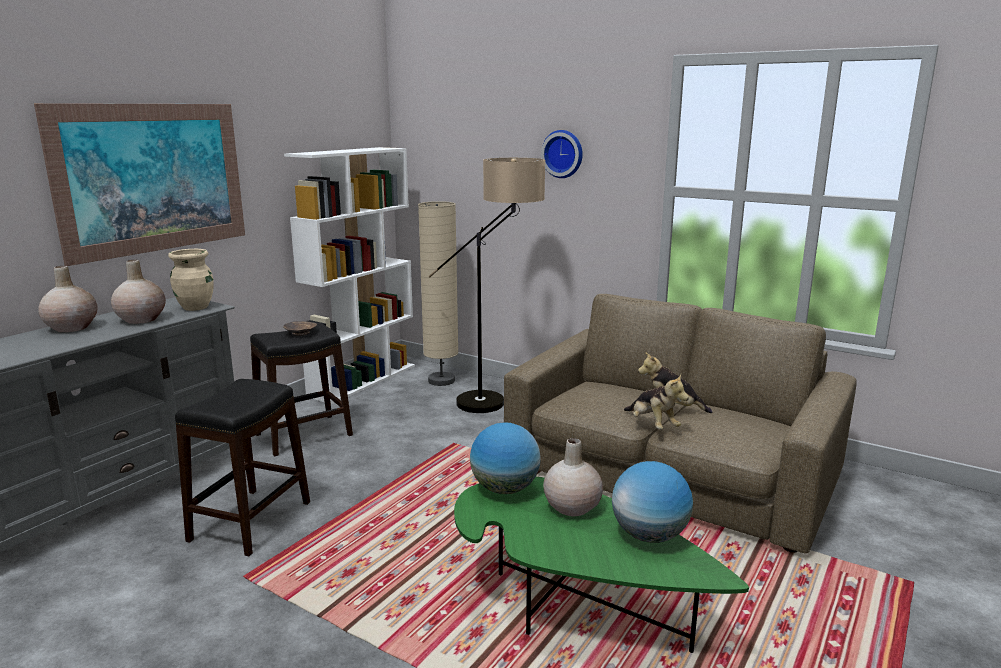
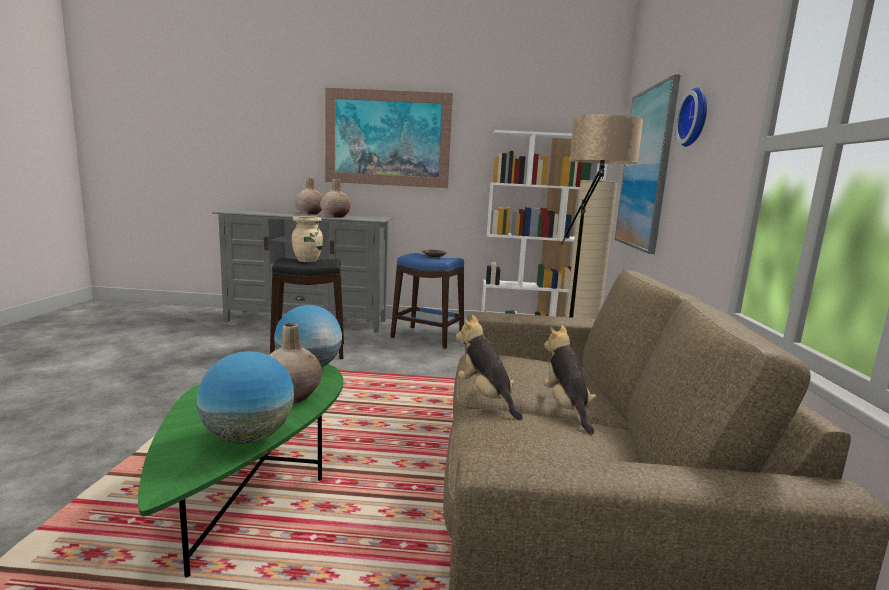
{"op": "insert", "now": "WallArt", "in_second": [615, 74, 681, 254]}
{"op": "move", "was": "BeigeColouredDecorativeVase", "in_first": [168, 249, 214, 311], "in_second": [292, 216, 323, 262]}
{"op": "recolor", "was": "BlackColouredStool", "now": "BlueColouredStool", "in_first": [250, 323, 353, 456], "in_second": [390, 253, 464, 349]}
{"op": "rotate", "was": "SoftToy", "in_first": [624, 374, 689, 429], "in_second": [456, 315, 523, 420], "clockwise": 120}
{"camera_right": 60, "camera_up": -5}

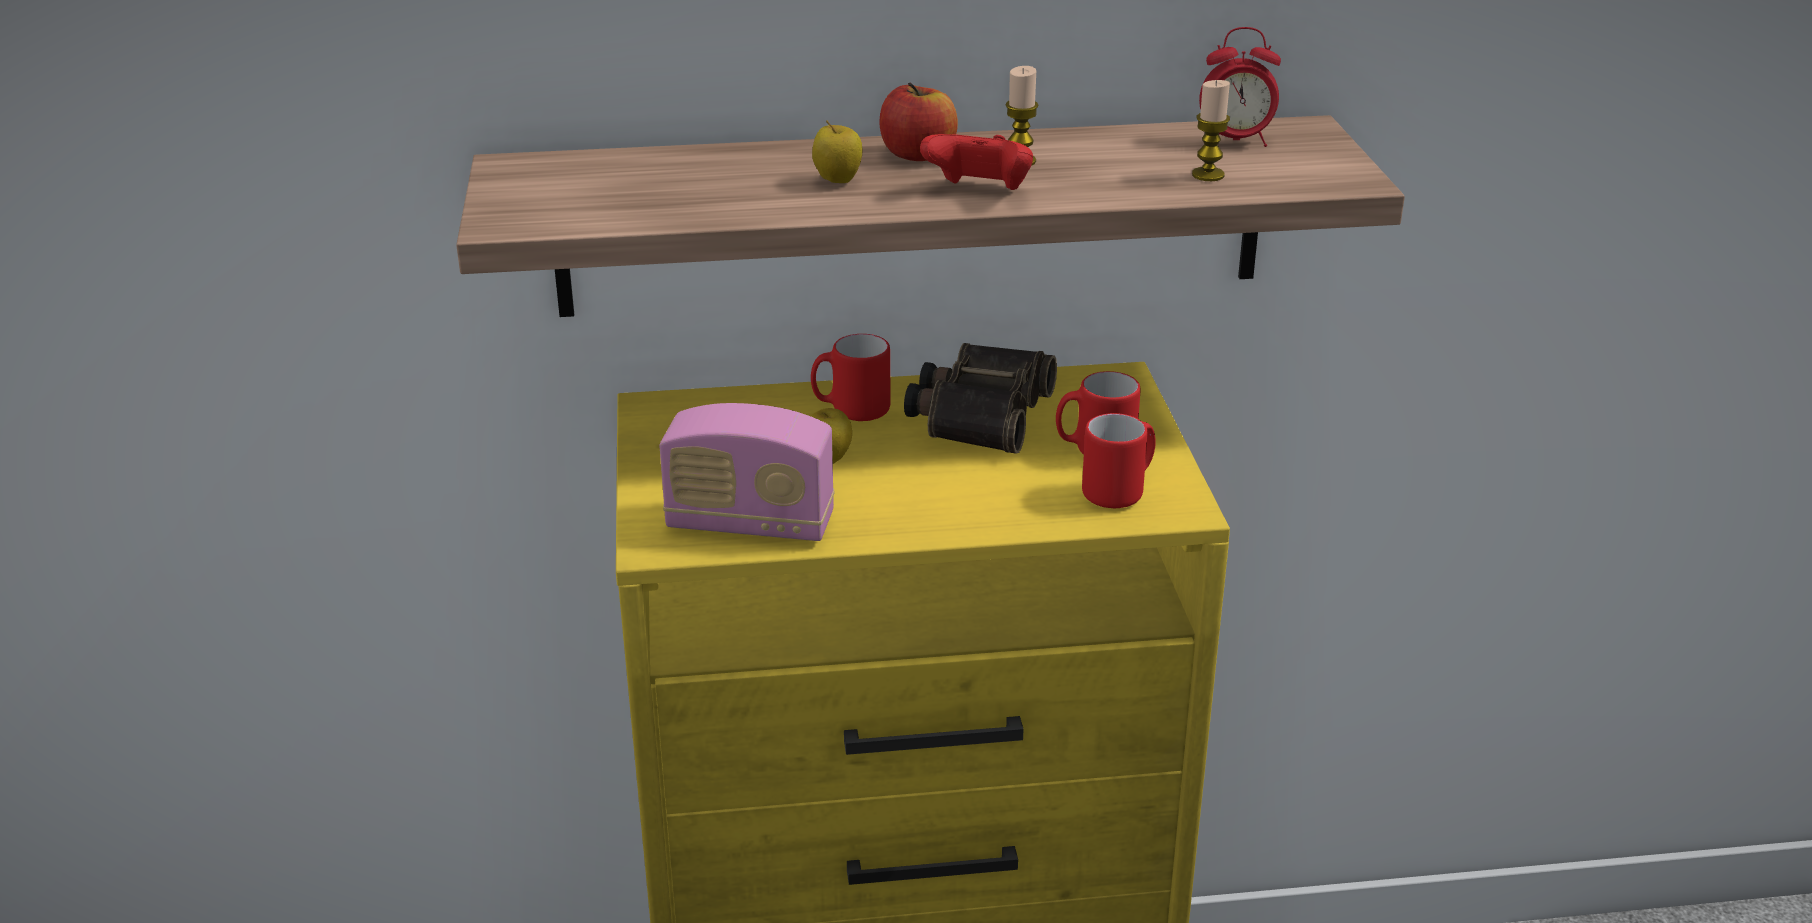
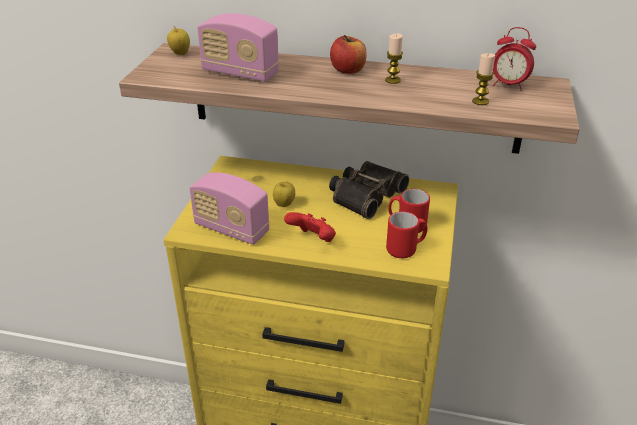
{"op": "delete", "was": "RedTeaMug", "in_first": [811, 334, 890, 421]}
{"op": "insert", "now": "RadioReceiver", "in_second": [197, 13, 279, 82]}
{"op": "move", "was": "AppleFruit", "in_first": [812, 120, 862, 183], "in_second": [167, 26, 190, 55]}
{"op": "move", "was": "RedJoypad", "in_first": [920, 134, 1033, 190], "in_second": [284, 212, 336, 242]}
{"camera_right": 20, "camera_up": 5}

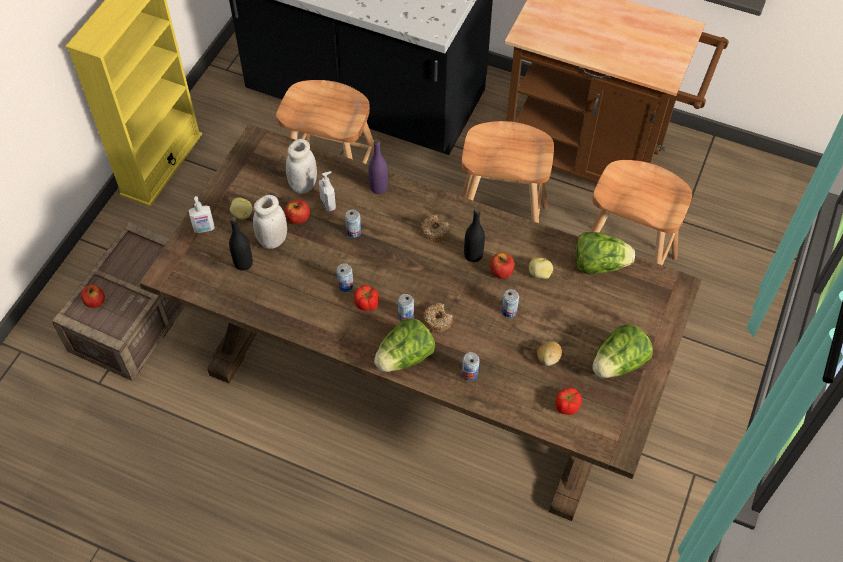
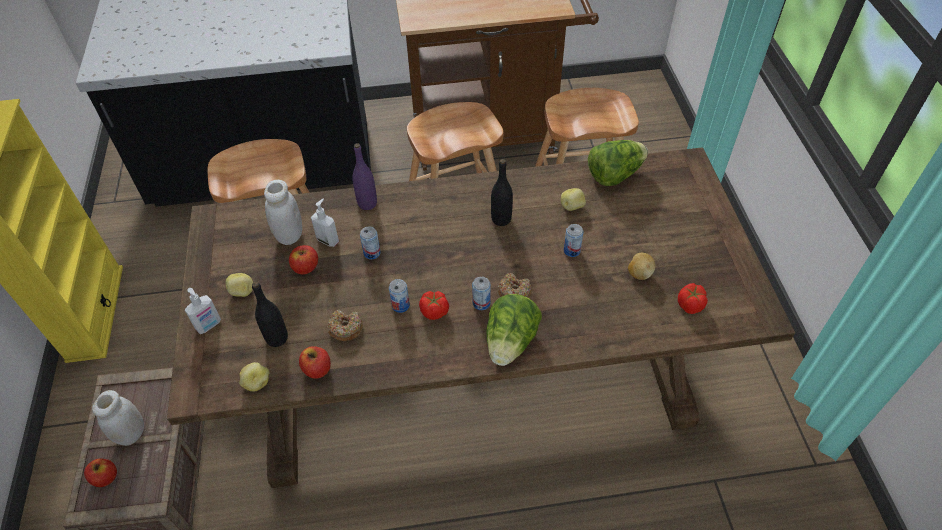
{"op": "delete", "was": "Can", "in_first": [462, 352, 480, 381]}
{"op": "delete", "was": "HeadOfLettuce", "in_first": [593, 325, 653, 378]}
{"op": "insert", "now": "Potato", "in_second": [239, 362, 269, 391]}
{"op": "move", "was": "WhitishJar", "in_first": [253, 195, 287, 249], "in_second": [92, 390, 144, 446]}
{"op": "move", "was": "Donut", "in_first": [420, 215, 449, 242], "in_second": [327, 309, 363, 341]}
{"op": "move", "was": "AppleFruit", "in_first": [490, 252, 514, 279], "in_second": [299, 346, 331, 379]}
{"camera_right": -30, "camera_up": -5}

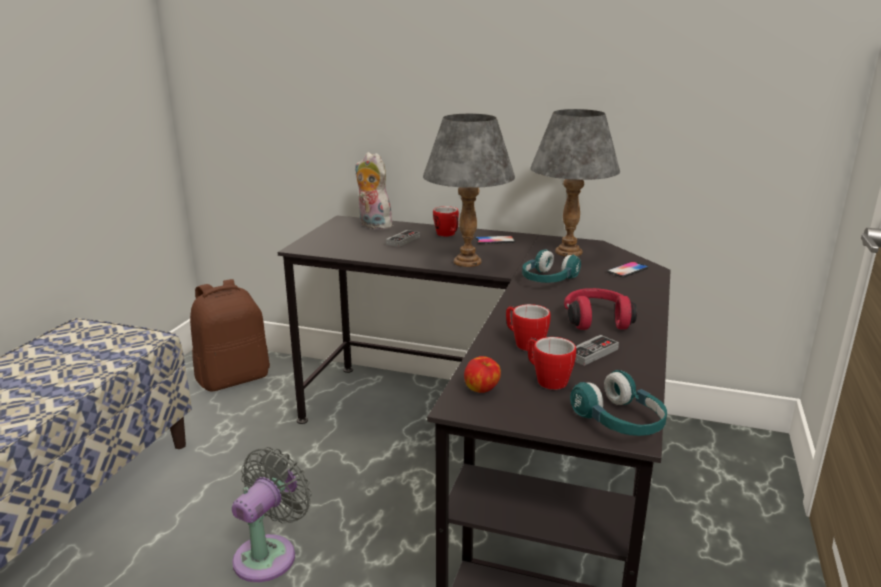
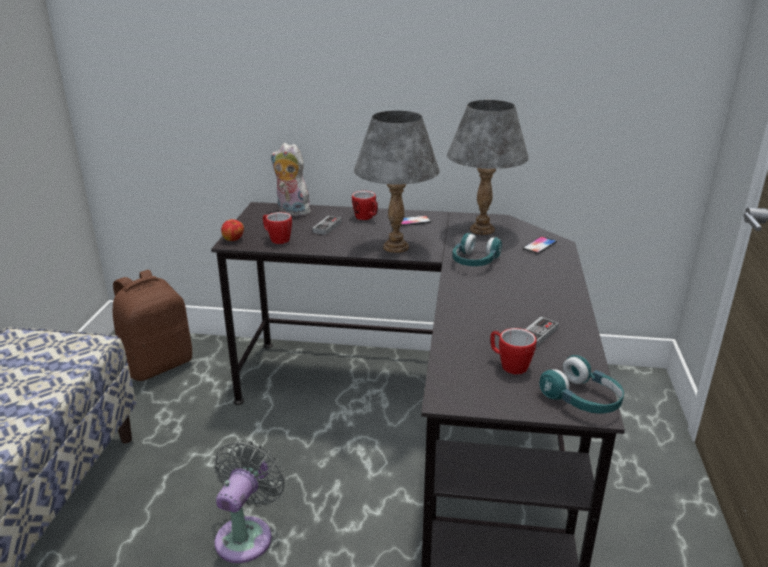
{"op": "delete", "was": "RedHeadset", "in_first": [564, 288, 637, 330]}
{"op": "move", "was": "AppleFruit", "in_first": [464, 356, 501, 393], "in_second": [221, 219, 244, 241]}
{"op": "move", "was": "TeaMug", "in_first": [506, 304, 551, 351], "in_second": [263, 212, 292, 244]}
{"camera_right": -10, "camera_up": 5}

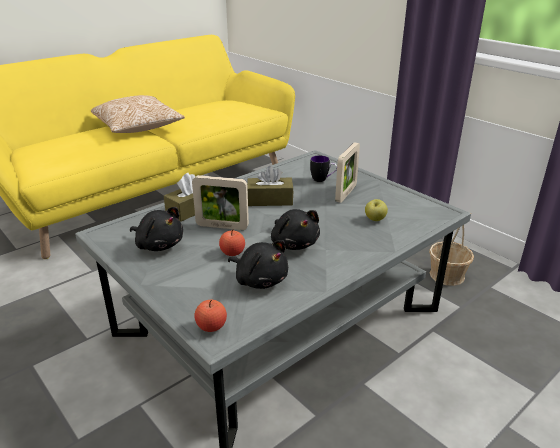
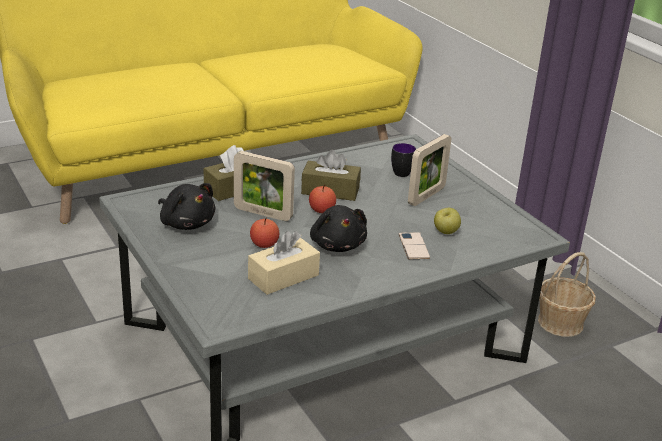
{"op": "delete", "was": "Cushion", "in_first": [91, 95, 185, 133]}
{"op": "insert", "now": "Telephone", "in_second": [399, 232, 430, 259]}
{"op": "move", "was": "AppleFruit", "in_first": [195, 299, 227, 332], "in_second": [309, 184, 336, 213]}
{"op": "replace", "was": "BlackColouredSoftToy", "now": "BeigeColouredTissueBox", "in_first": [228, 240, 288, 289], "in_second": [248, 231, 320, 295]}
{"camera_right": 10, "camera_up": 0}

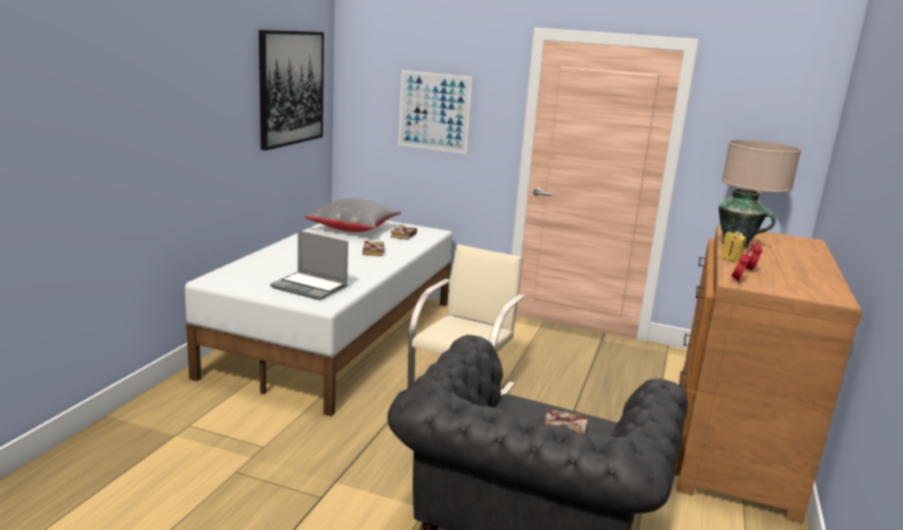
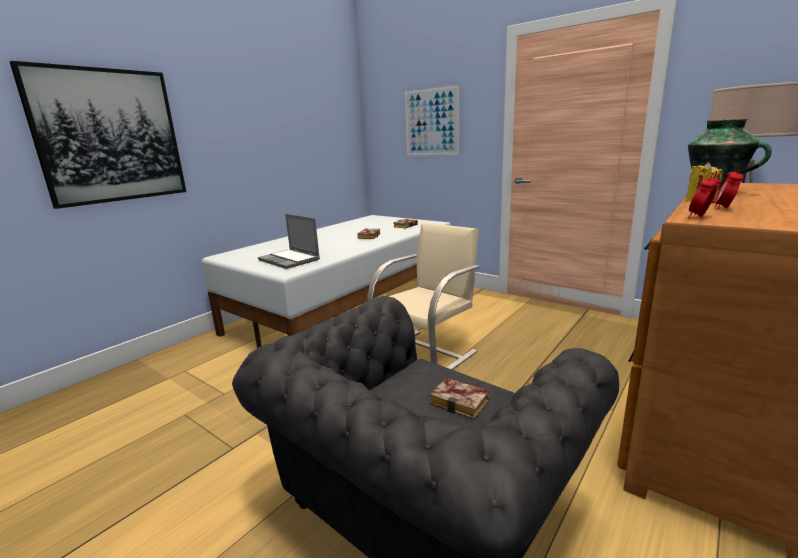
{"op": "delete", "was": "GreyishCushion", "in_first": [304, 198, 401, 232]}
{"op": "move", "was": "WallArt", "in_first": [259, 30, 324, 151], "in_second": [10, 61, 186, 209]}
{"camera_right": 20, "camera_up": 0}

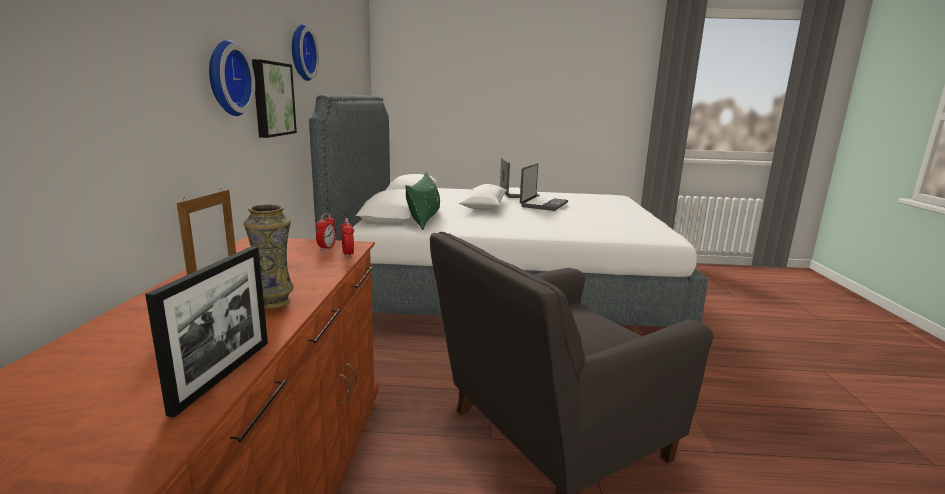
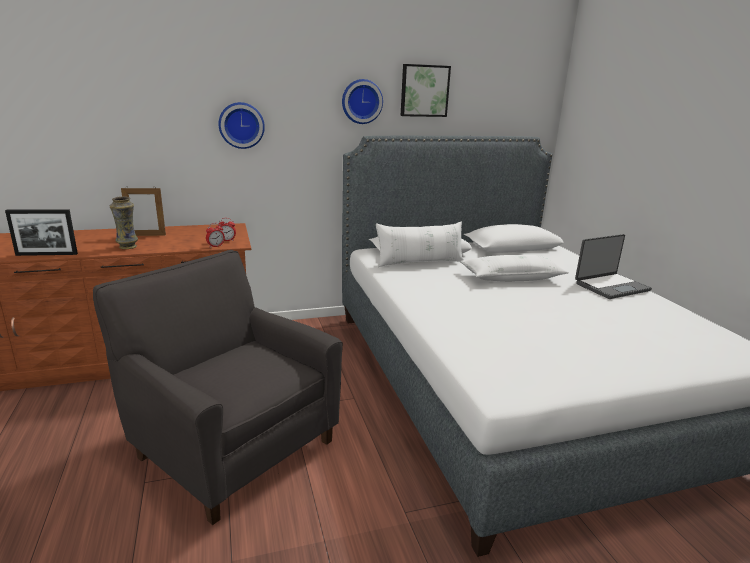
{"op": "delete", "was": "PortableComputer", "in_first": [520, 163, 568, 211]}
{"op": "move", "was": "WallArt", "in_first": [252, 59, 297, 138], "in_second": [400, 64, 451, 117]}
{"op": "recolor", "was": "GreenishCushion", "now": "WhitishCushion", "in_first": [405, 172, 440, 230], "in_second": [376, 221, 464, 267]}
{"camera_right": 70, "camera_up": 5}

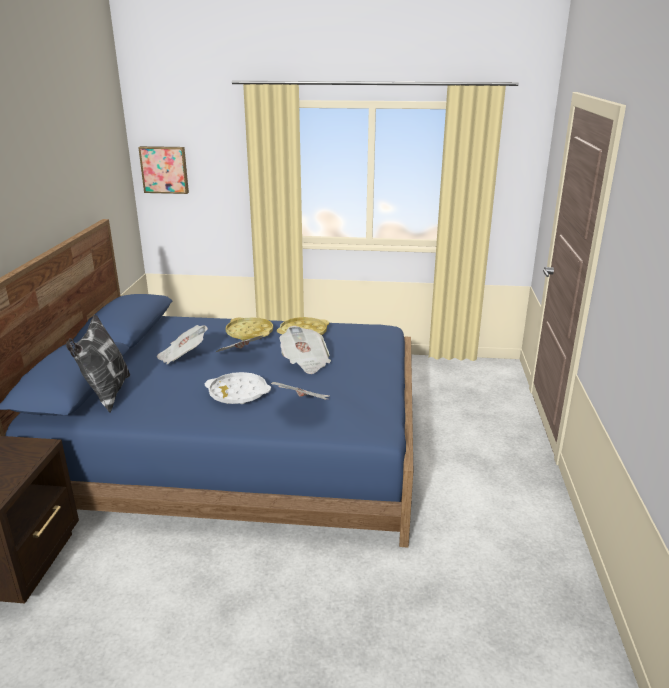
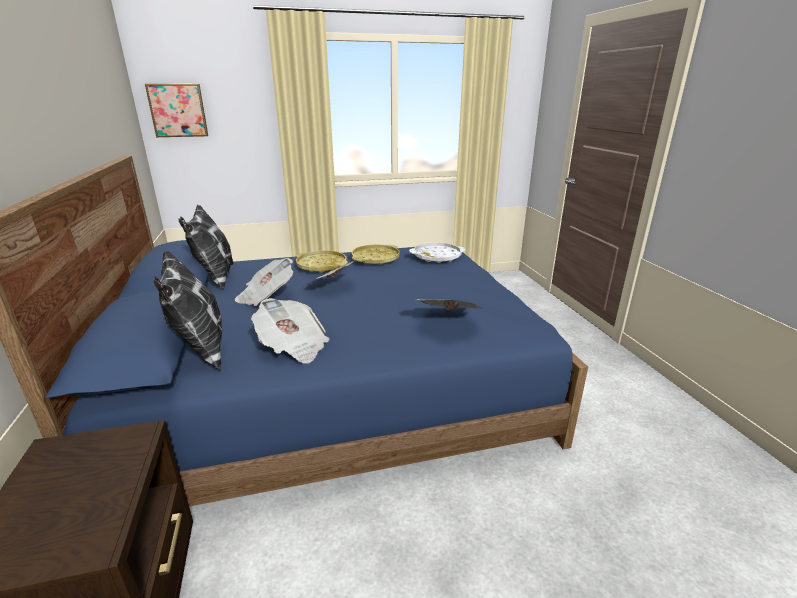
{"op": "insert", "now": "Cushion", "in_second": [178, 204, 233, 290]}
{"op": "move", "was": "WhitishTray", "in_first": [205, 372, 271, 404], "in_second": [409, 242, 466, 263]}
{"op": "move", "was": "Newspaper", "in_first": [279, 326, 331, 374], "in_second": [251, 298, 330, 364]}
{"camera_right": -20, "camera_up": 0}

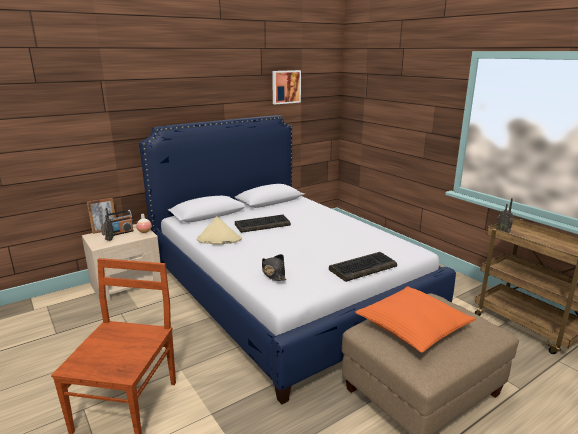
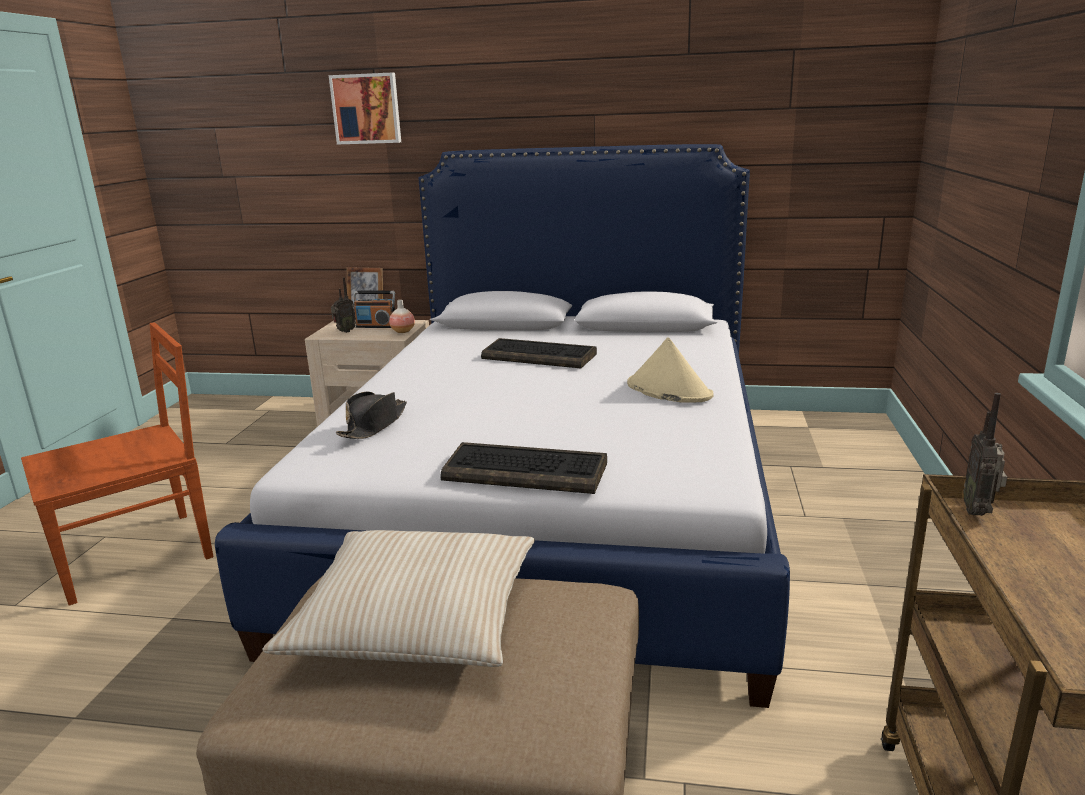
{"op": "move", "was": "BeigeColouredClothingHat", "in_first": [197, 216, 242, 245], "in_second": [627, 337, 714, 403]}
{"op": "move", "was": "WallArt", "in_first": [272, 70, 301, 104], "in_second": [329, 73, 401, 144]}
{"op": "recolor", "was": "OrangeCushion", "now": "BeigeColouredCushion", "in_first": [355, 286, 476, 353], "in_second": [262, 530, 535, 667]}
{"camera_right": 45, "camera_up": 0}

